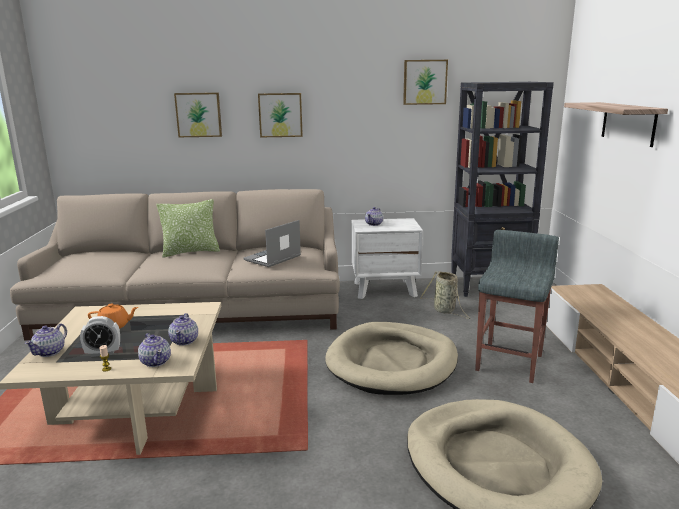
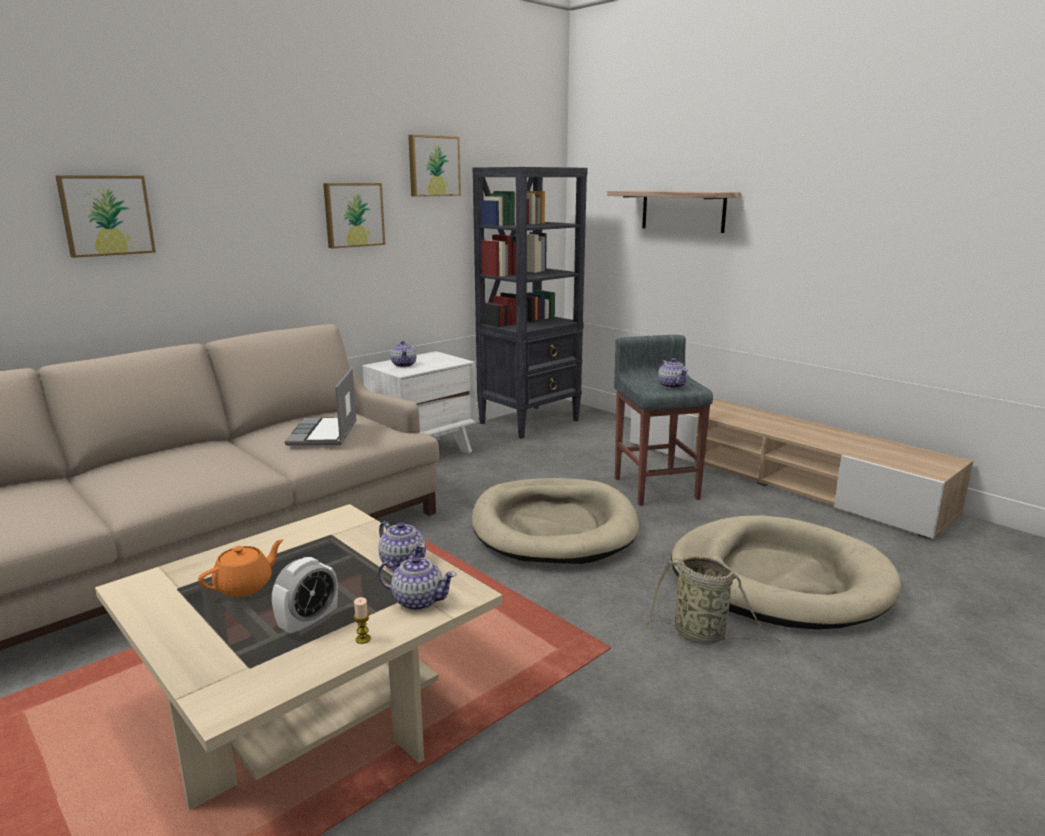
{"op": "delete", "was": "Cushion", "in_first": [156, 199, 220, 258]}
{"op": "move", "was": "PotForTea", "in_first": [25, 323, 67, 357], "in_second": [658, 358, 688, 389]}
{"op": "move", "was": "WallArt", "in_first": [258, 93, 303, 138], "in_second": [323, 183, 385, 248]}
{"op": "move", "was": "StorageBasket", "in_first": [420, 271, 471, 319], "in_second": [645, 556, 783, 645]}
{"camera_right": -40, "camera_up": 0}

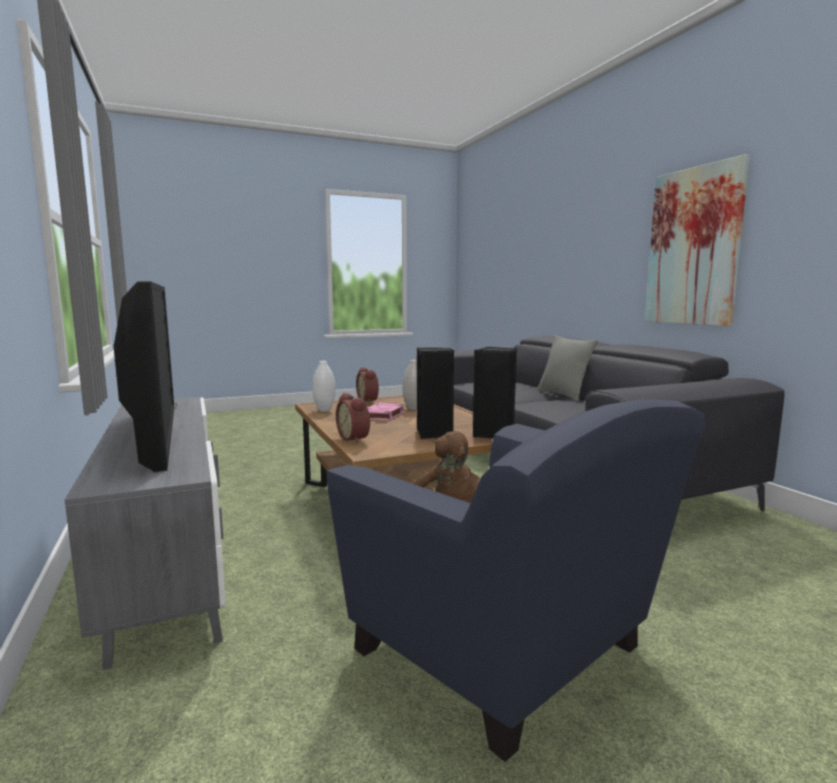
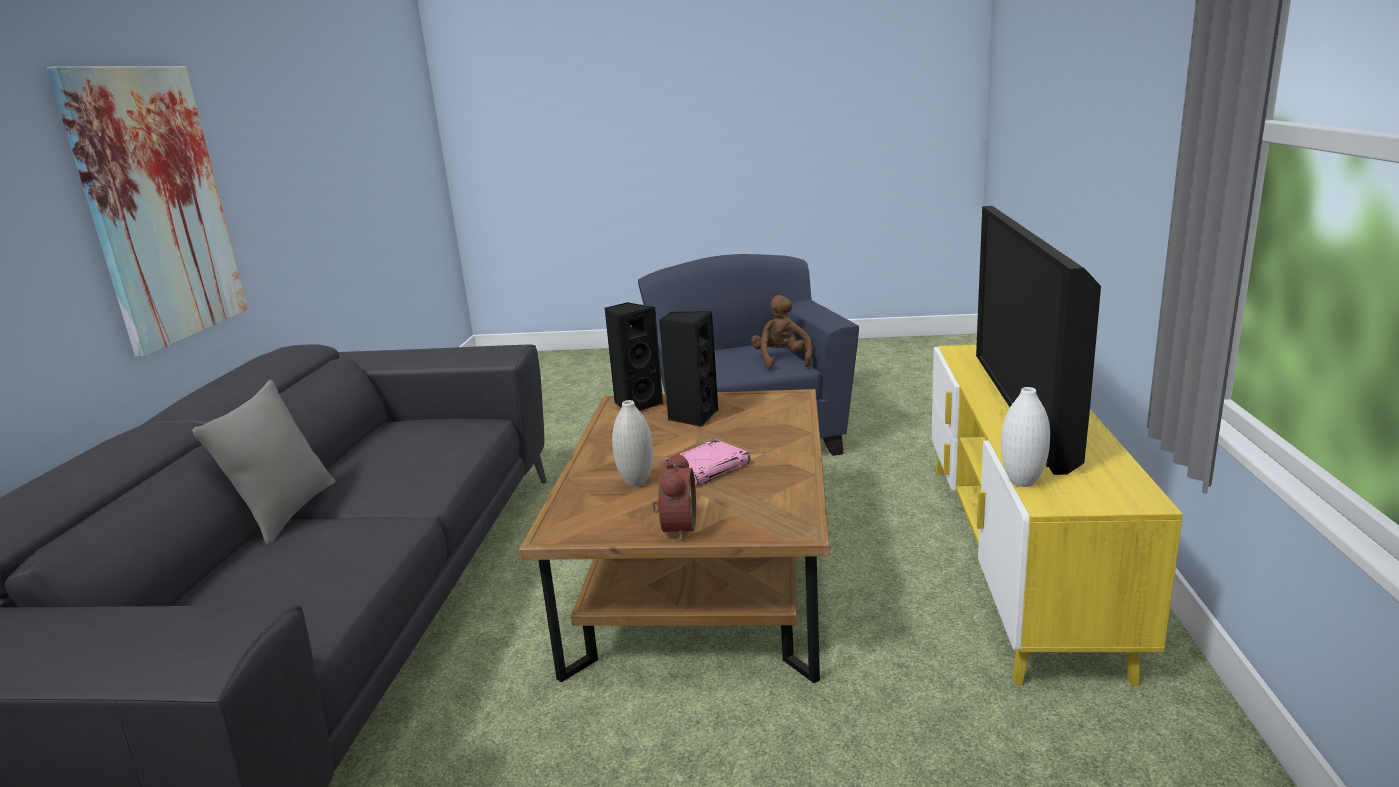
{"op": "delete", "was": "TableClock", "in_first": [336, 393, 370, 443]}
{"op": "move", "was": "WhitishDecorativeVase", "in_first": [312, 361, 335, 412], "in_second": [1001, 387, 1050, 487]}
{"op": "recolor", "was": "GreyishMediaConsole", "now": "YellowColouredMediaConsole", "in_first": [65, 397, 226, 670], "in_second": [932, 345, 1183, 685]}
{"camera_right": -150, "camera_up": 10}

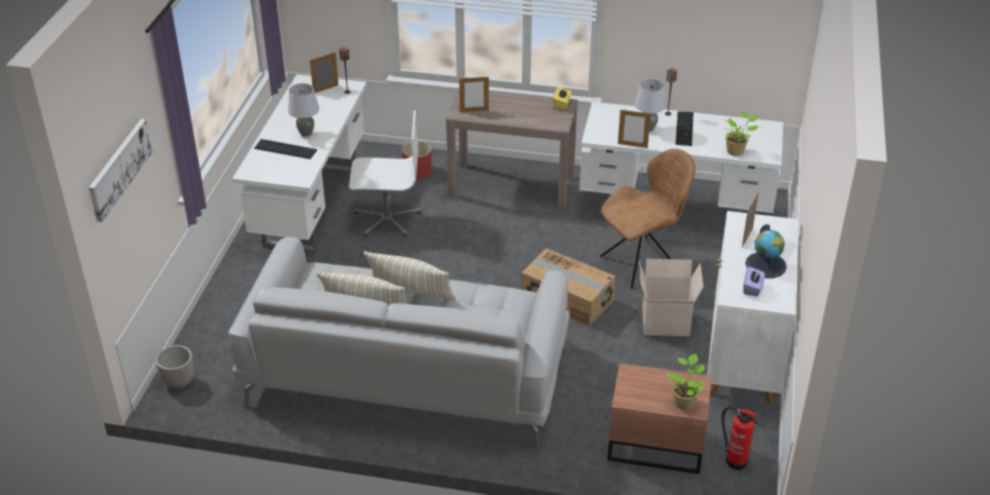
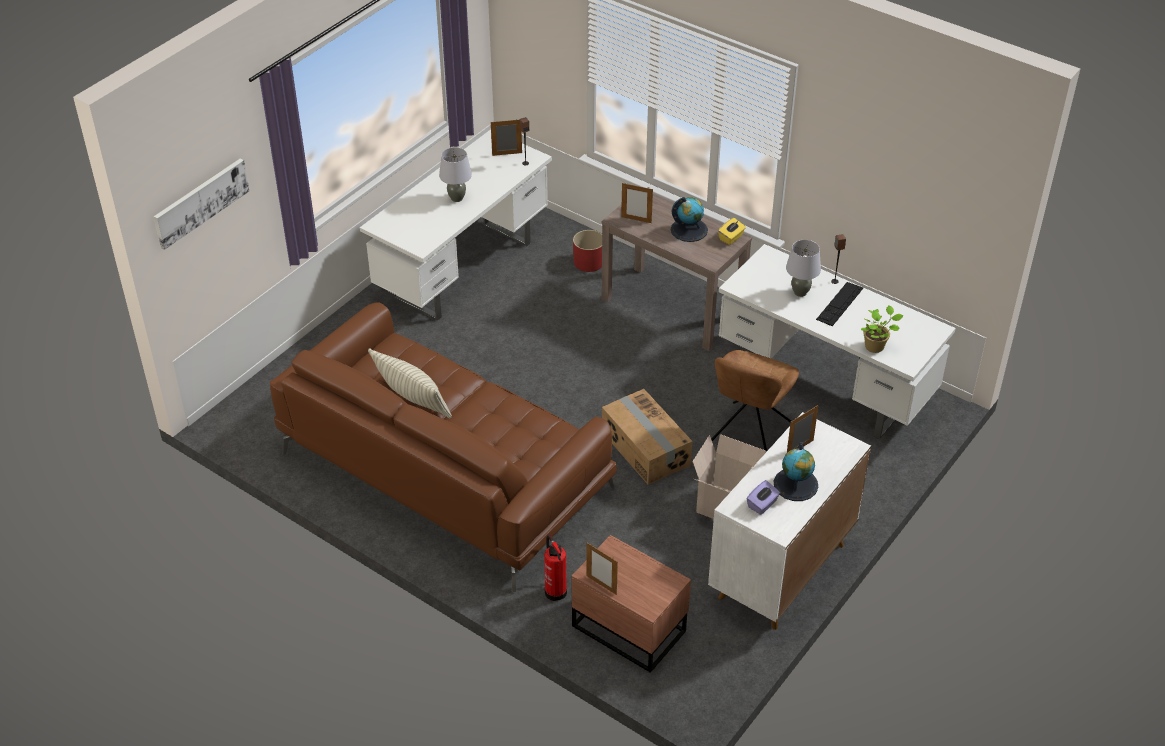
{"op": "delete", "was": "Planter", "in_first": [156, 345, 194, 389]}
{"op": "delete", "was": "ComputerKeyboard", "in_first": [254, 139, 317, 159]}
{"op": "delete", "was": "WhitishOfficeChair", "in_first": [349, 110, 421, 237]}
{"op": "delete", "was": "Cushion", "in_first": [364, 251, 456, 301]}
{"op": "delete", "was": "Houseplant", "in_first": [666, 354, 705, 410]}
{"op": "insert", "now": "Globe", "in_second": [671, 197, 708, 242]}
{"op": "move", "was": "StandingFrame", "in_first": [618, 110, 651, 148], "in_second": [587, 543, 618, 595]}
{"op": "move", "was": "FireExtinguisher", "in_first": [722, 406, 759, 470], "in_second": [544, 535, 567, 601]}
{"op": "recolor", "was": "GreyishSettee", "now": "BrownSettee", "in_first": [228, 237, 570, 450], "in_second": [270, 302, 617, 592]}
{"op": "rotate", "was": "BrownChair", "in_first": [600, 149, 696, 288], "in_second": [711, 350, 799, 452], "clockwise": 120}
{"camera_right": 25, "camera_up": 5}

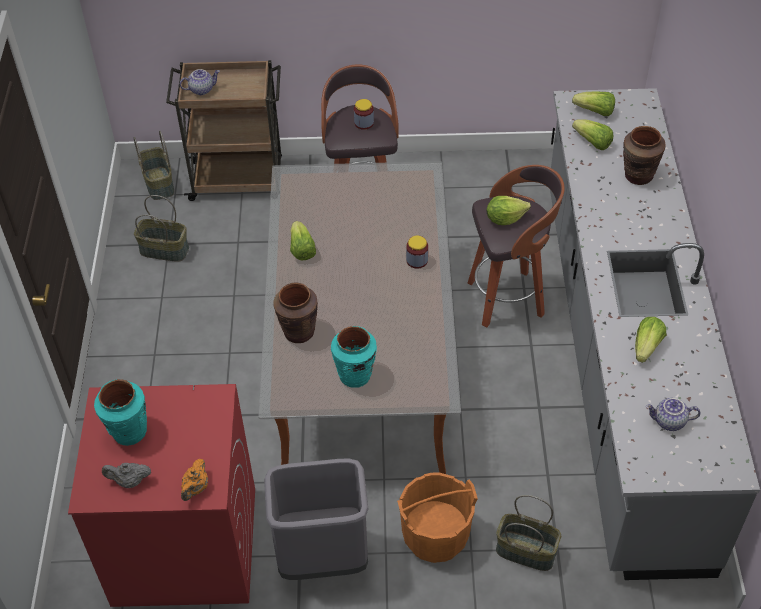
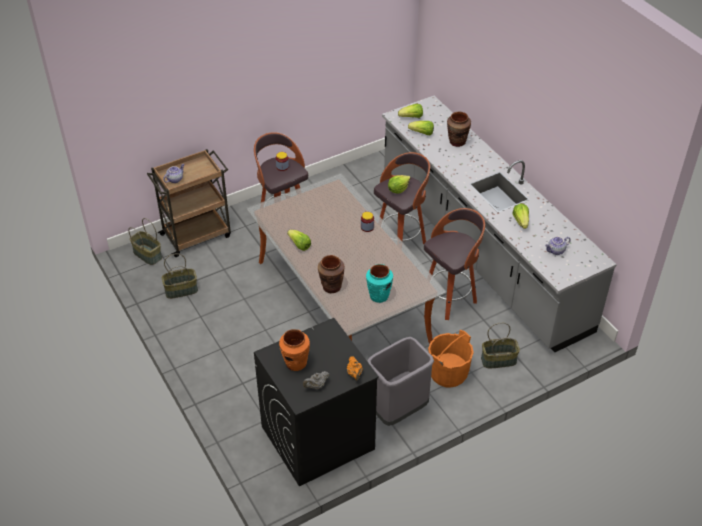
{"op": "insert", "now": "Stool", "in_second": [424, 208, 485, 320]}
{"op": "recolor", "was": "RedLaundryMachine", "now": "BlackColouredLaundryMachine", "in_first": [68, 384, 255, 607], "in_second": [254, 318, 379, 486]}
{"op": "recolor", "was": "BlueGreenDecorativeVase", "now": "OrangeDecorativeVase", "in_first": [94, 379, 147, 446], "in_second": [279, 329, 310, 371]}
{"camera_right": -30, "camera_up": -5}

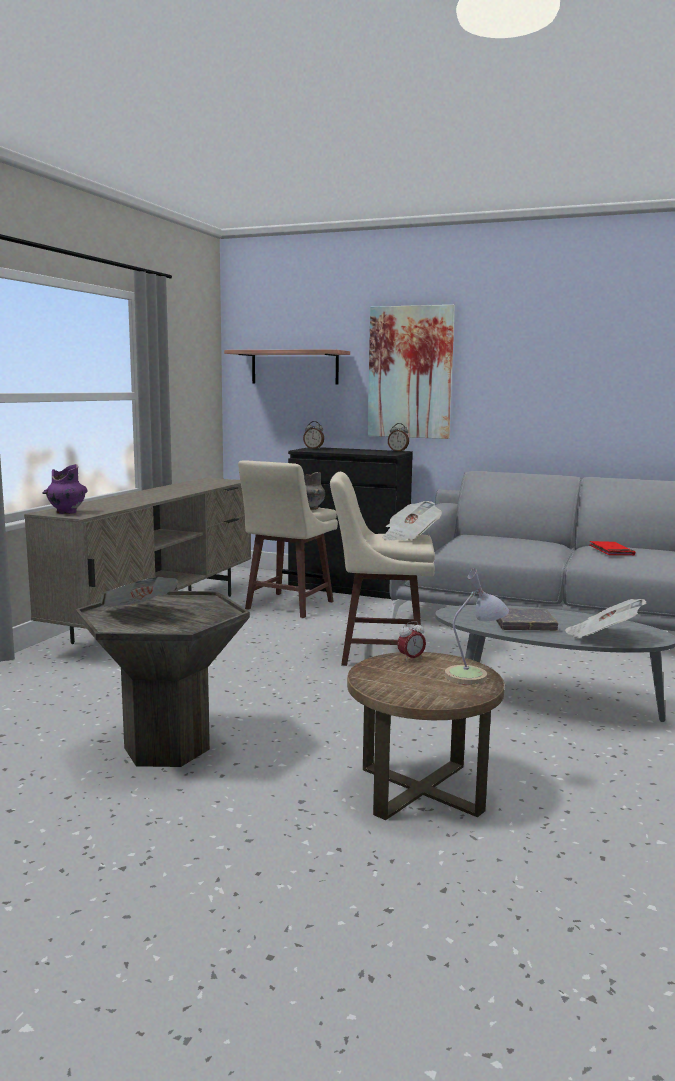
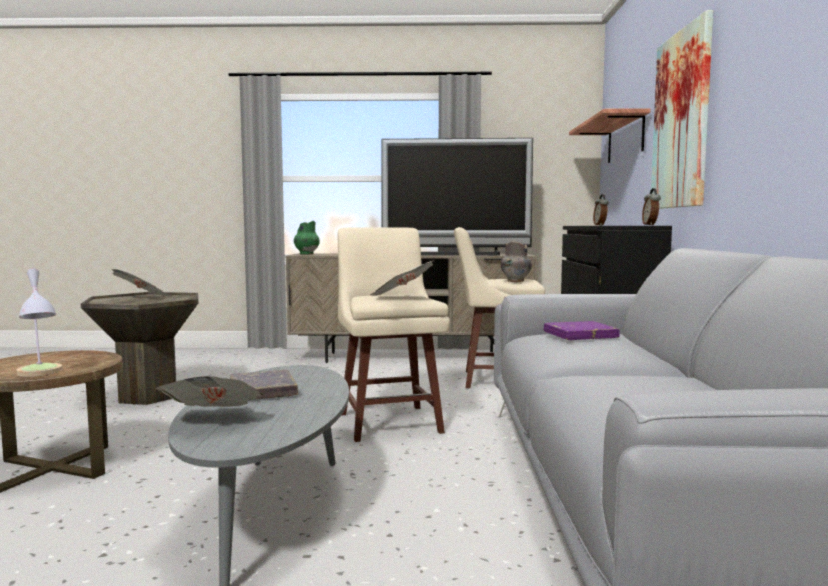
{"op": "delete", "was": "TableClock", "in_first": [397, 621, 426, 662]}
{"op": "delete", "was": "RedVolume", "in_first": [590, 541, 635, 556]}
{"op": "insert", "now": "TvSet", "in_second": [381, 138, 533, 256]}
{"op": "insert", "now": "PurpleColouredVolume", "in_second": [544, 321, 620, 340]}
{"op": "recolor", "was": "PurpleColouredDecorativeVase", "now": "GreenishDecorativeVase", "in_first": [42, 464, 88, 514], "in_second": [294, 221, 320, 255]}
{"camera_right": 70, "camera_up": -5}

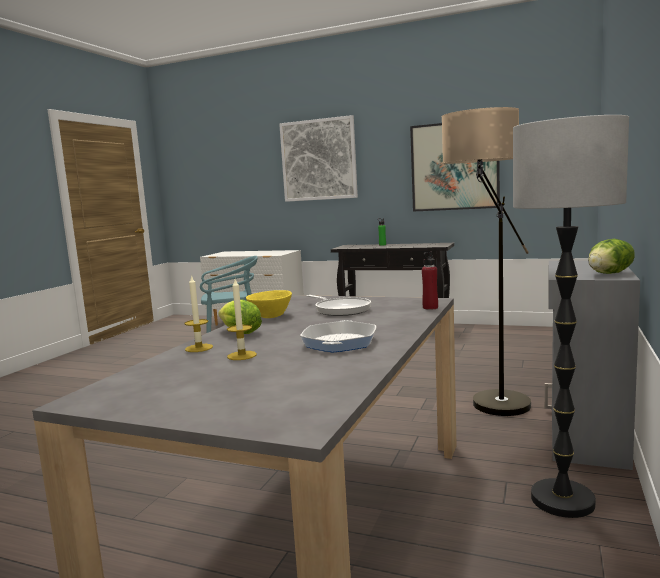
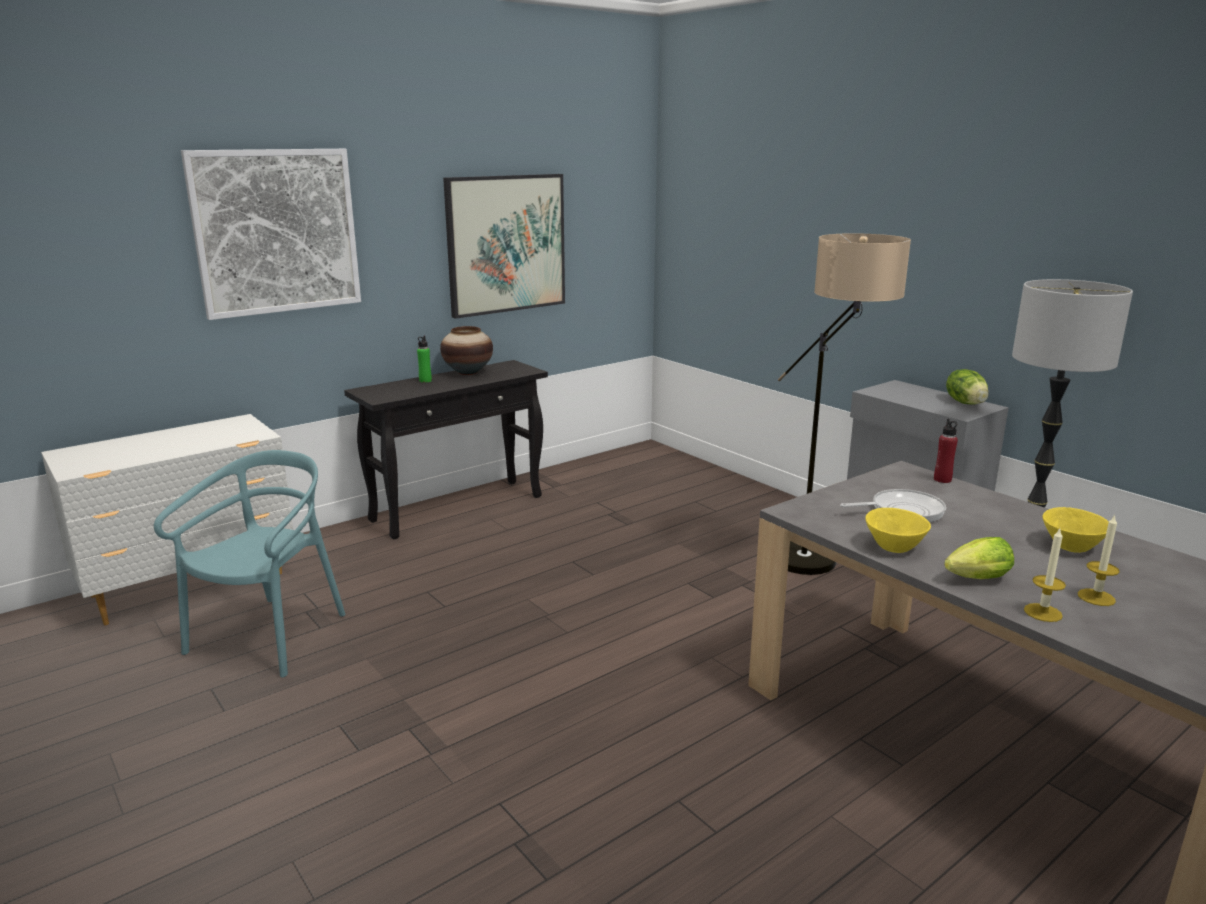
{"op": "insert", "now": "DecorativeVase", "in_second": [440, 326, 493, 375]}
{"op": "replace", "was": "FryingPan", "now": "YellowColouredDeepDish", "in_first": [300, 320, 376, 353], "in_second": [1042, 507, 1109, 553]}
{"camera_right": -60, "camera_up": 10}

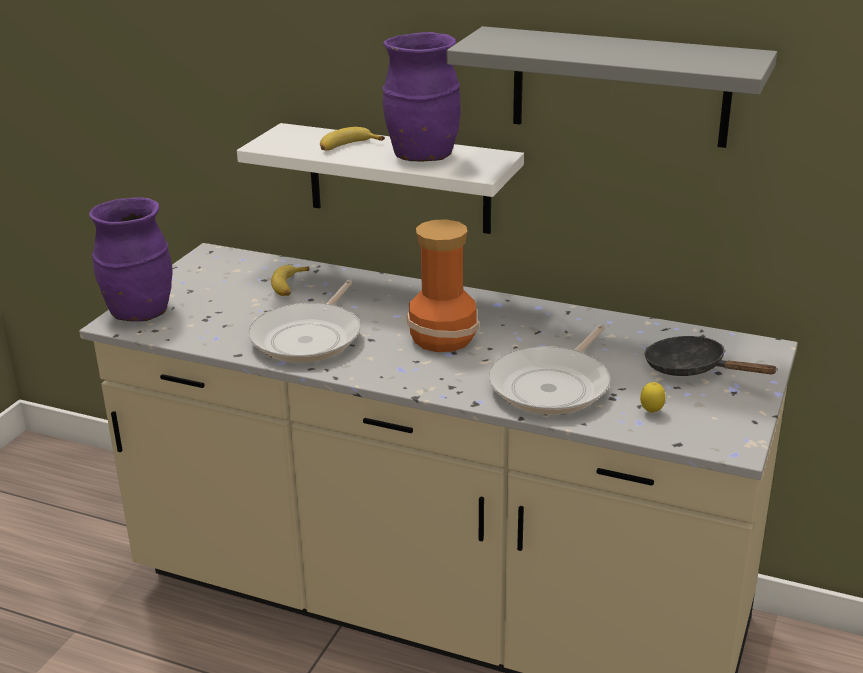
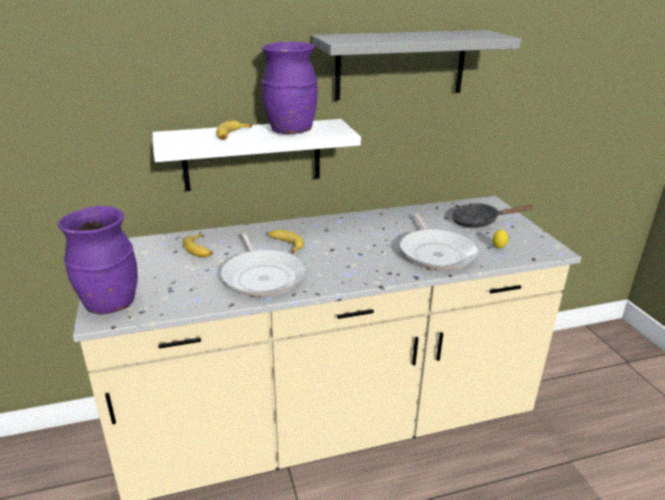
{"op": "delete", "was": "DecorativeVase", "in_first": [407, 219, 479, 352]}
{"op": "insert", "now": "Banana", "in_second": [268, 229, 304, 254]}
{"camera_right": -40, "camera_up": 0}

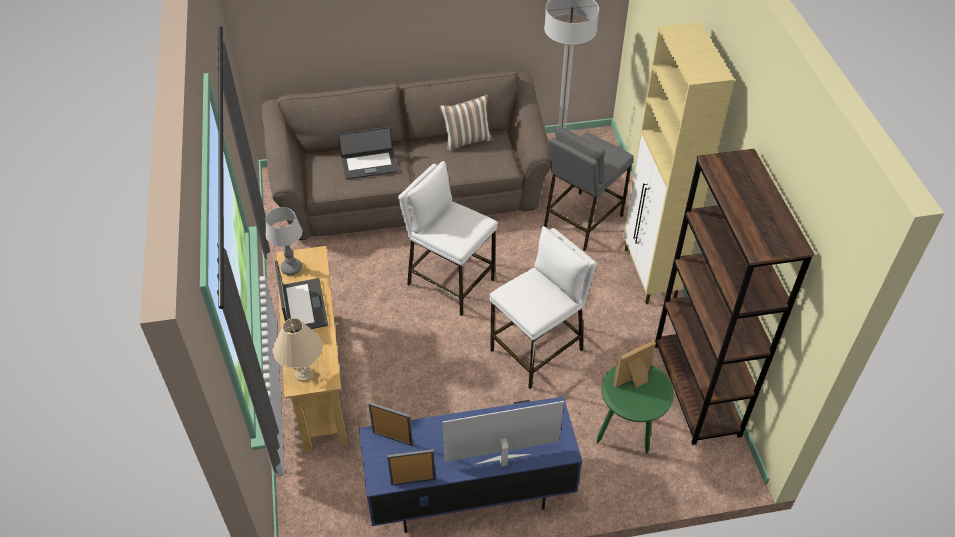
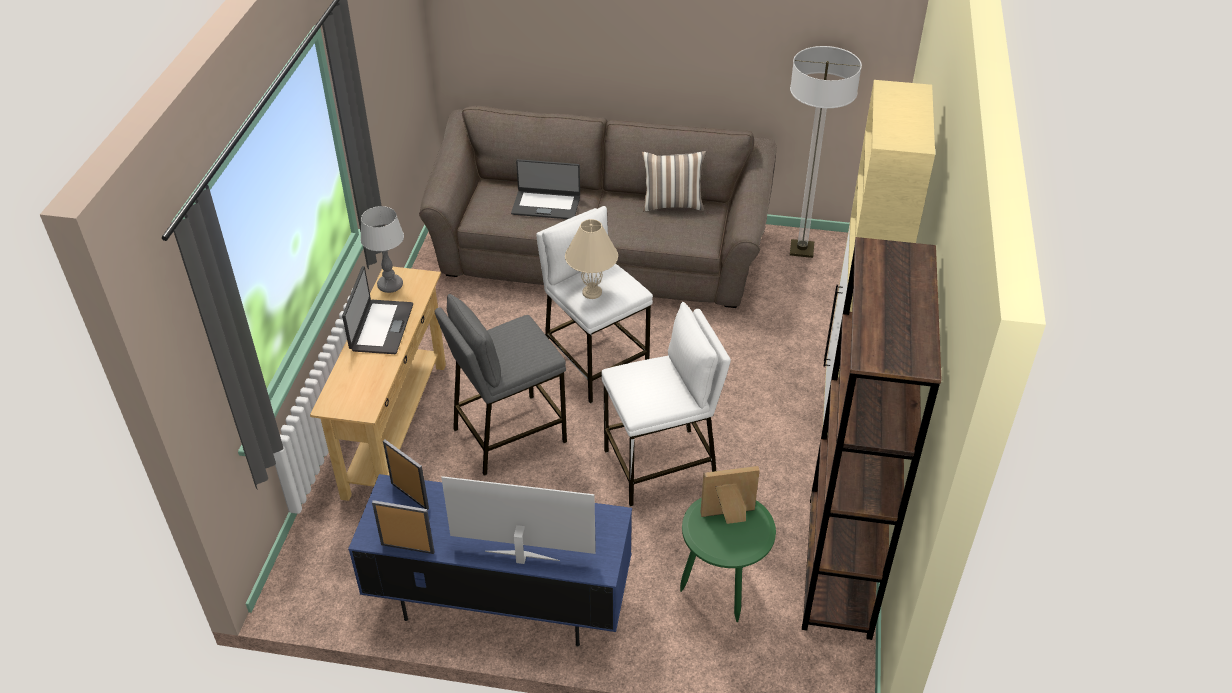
{"op": "move", "was": "BeigeColouredTableLamp", "in_first": [273, 318, 323, 382], "in_second": [565, 219, 618, 299]}
{"op": "move", "was": "GreyishStool", "in_first": [544, 126, 634, 251], "in_second": [435, 294, 567, 476]}
{"camera_right": 20, "camera_up": -5}

